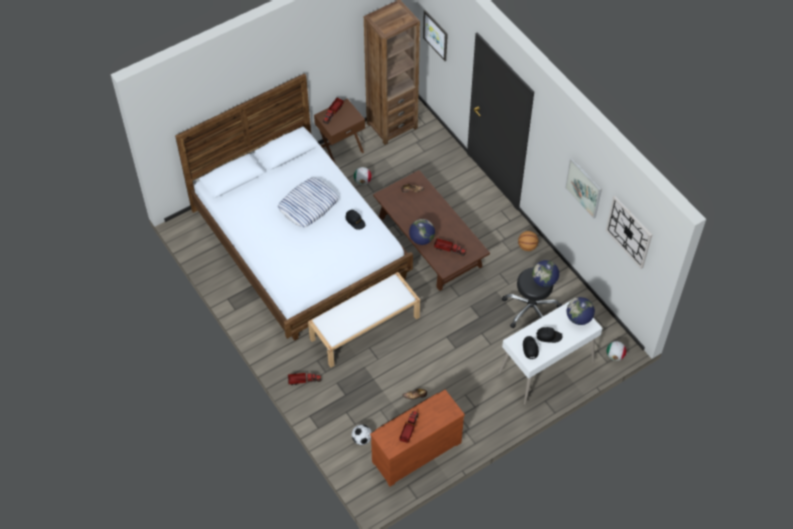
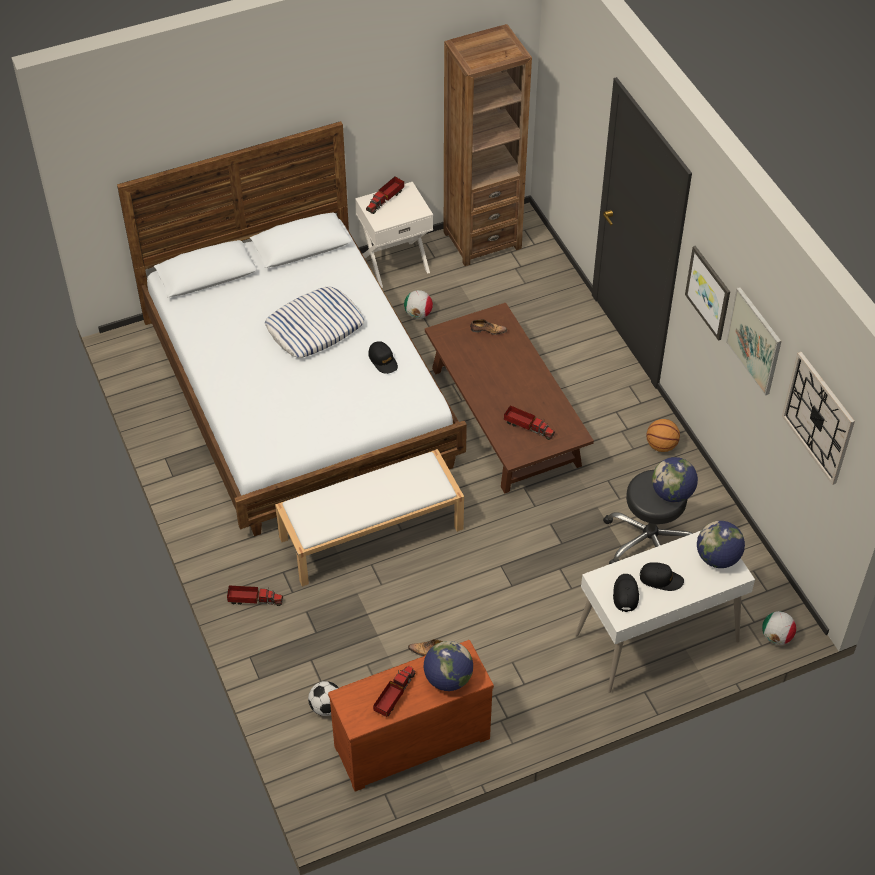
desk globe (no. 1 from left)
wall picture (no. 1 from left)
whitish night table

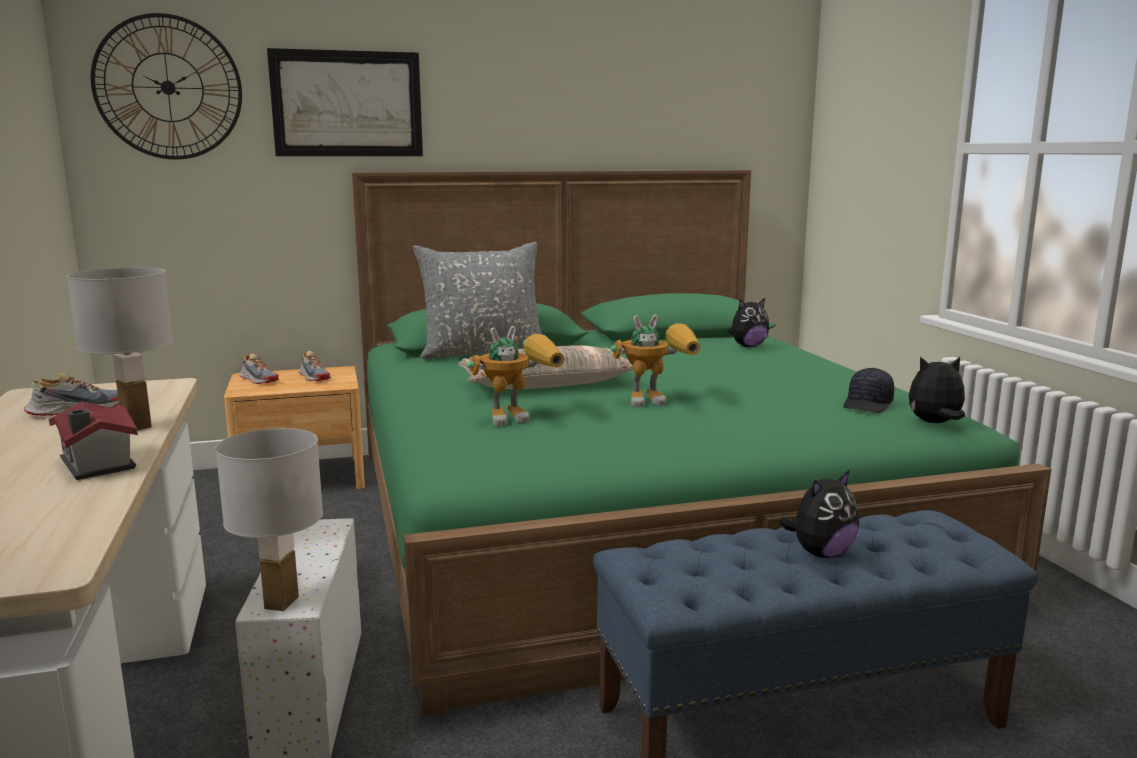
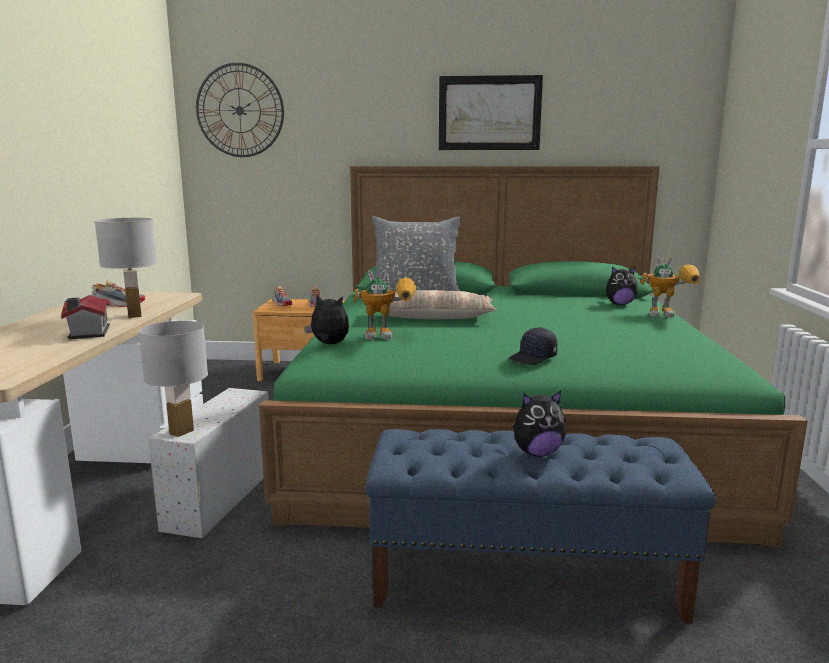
wall picture
toy robot (no. 2 from left)
blackish baseball cap
soft toy (no. 1 from left)

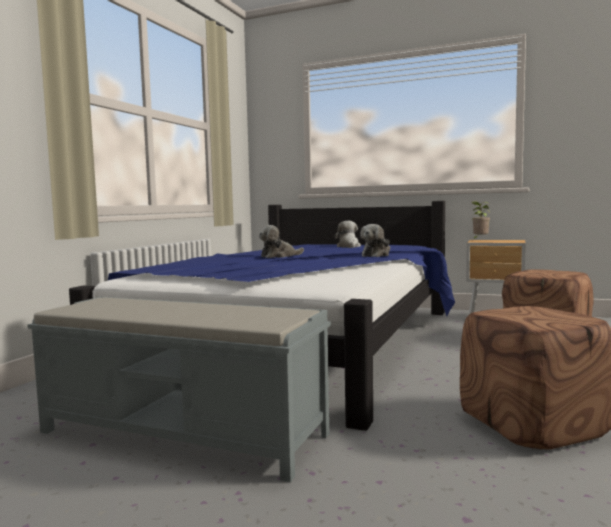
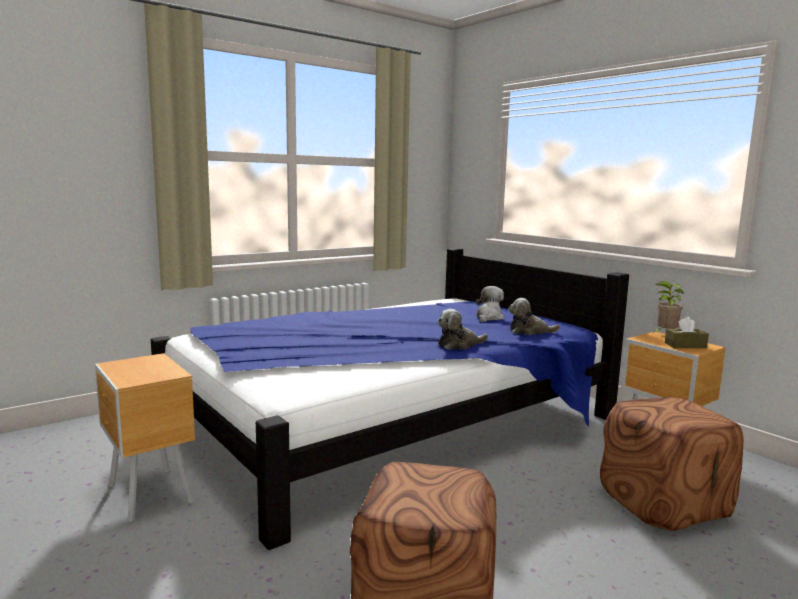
brown box of tissues
soft toy (no. 3 from left)
brown night table (no. 1 from left)

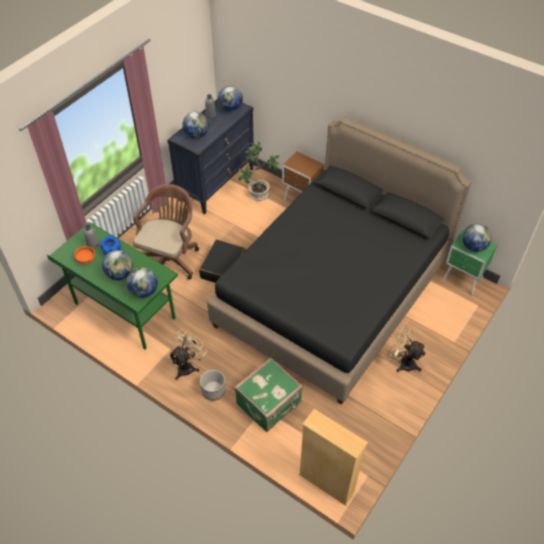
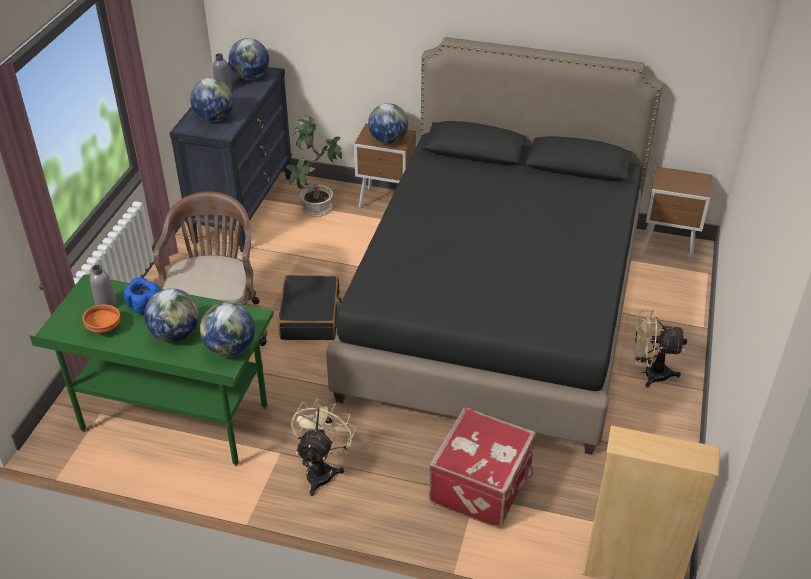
plant pot
desk globe (no. 5 from left)
red-coloured suitcase
brown night table (no. 2 from left)

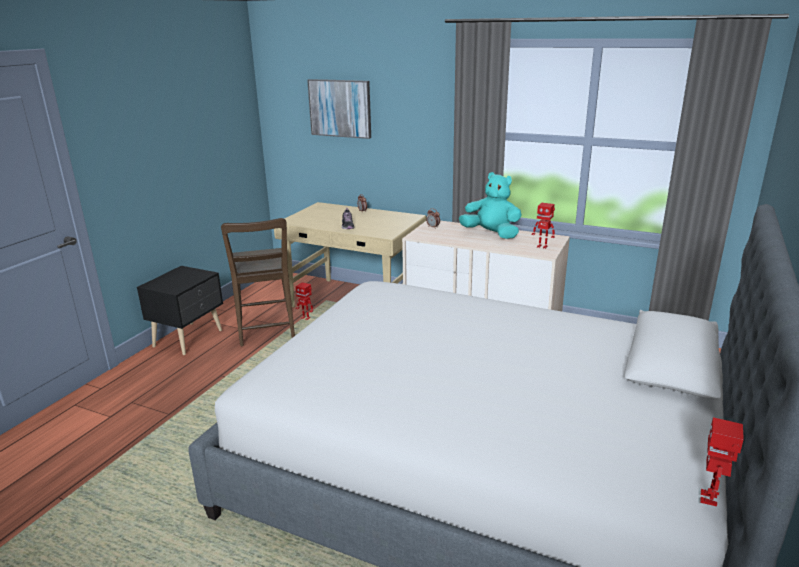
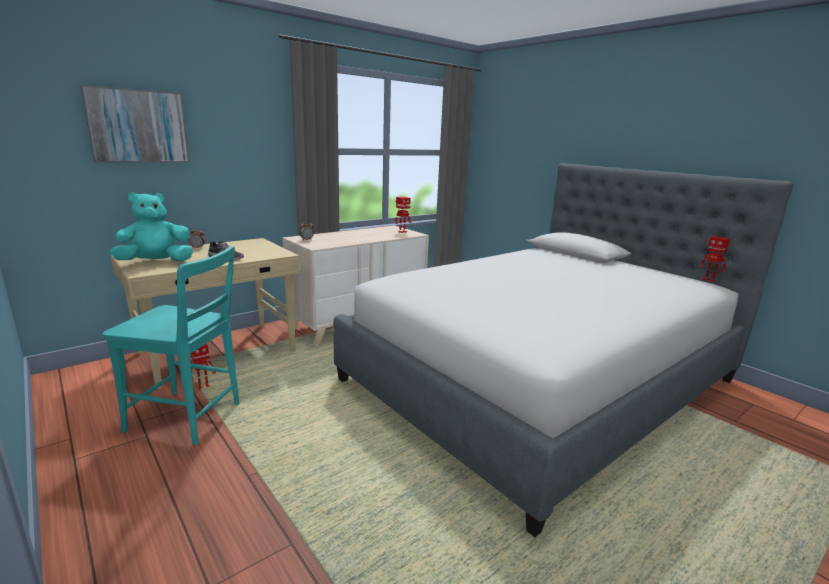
blackish night table
turquoise-coloured soft toy
turquoise-coloured chair

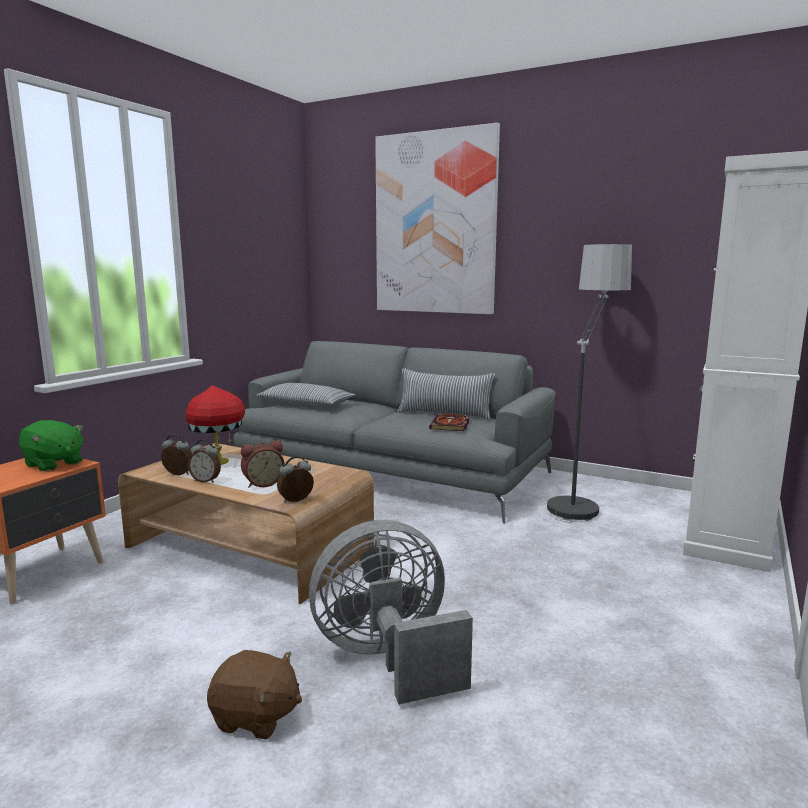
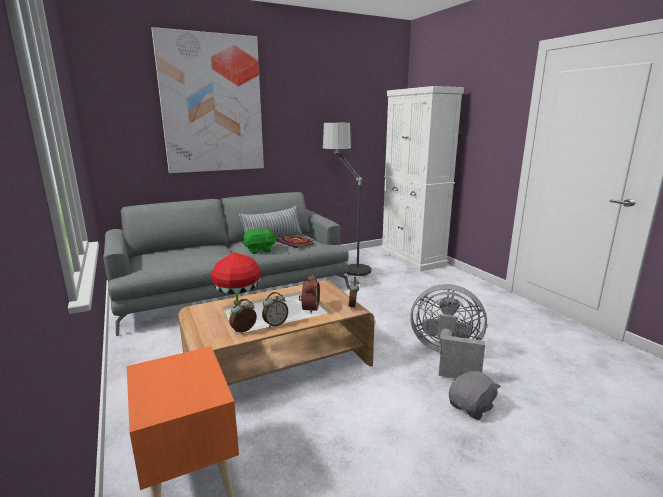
pillow (no. 1 from left in the first image)
greenish soft toy
gray soft toy
gray cooling fan

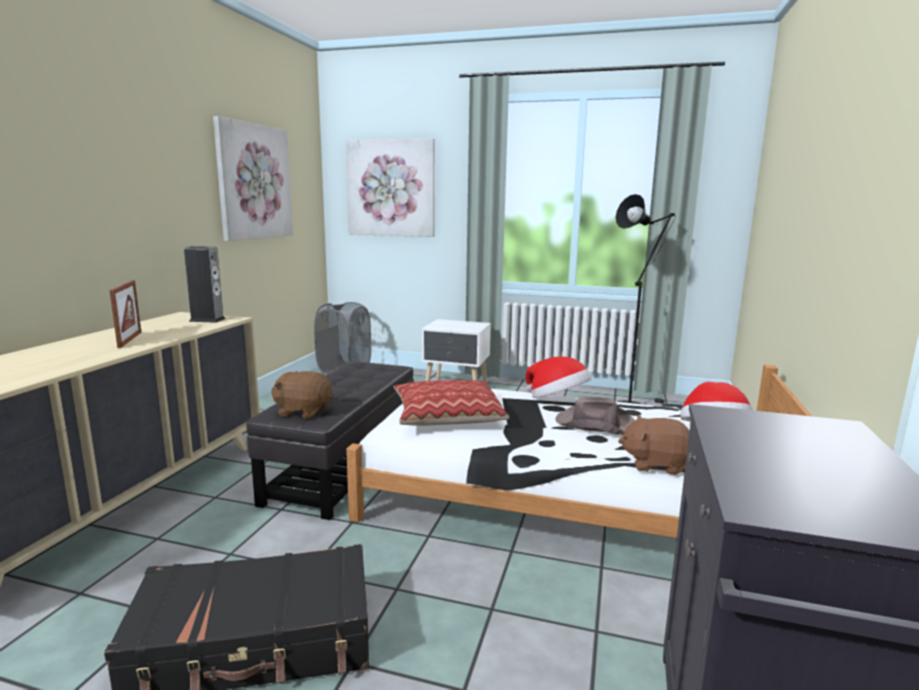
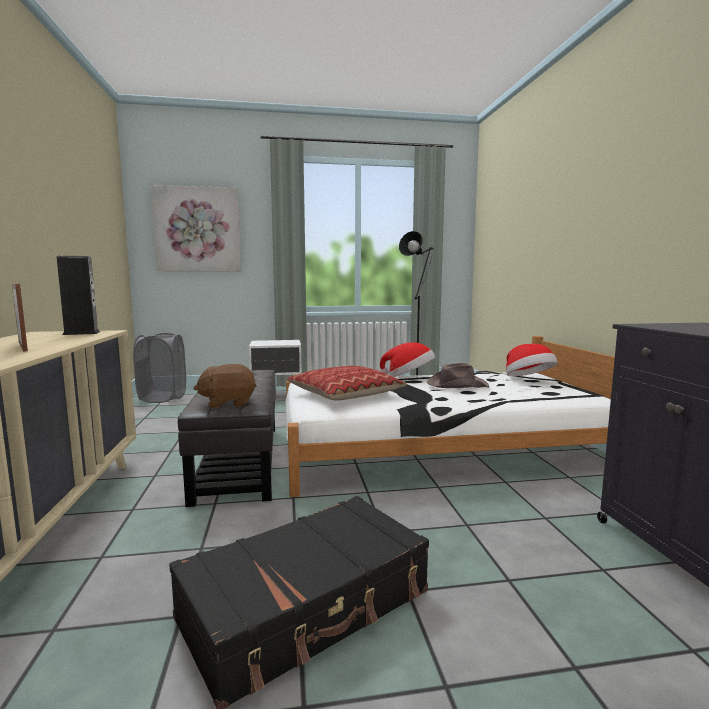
wall picture (no. 1 from left in the first image)
brown soft toy (no. 2 from left in the first image)

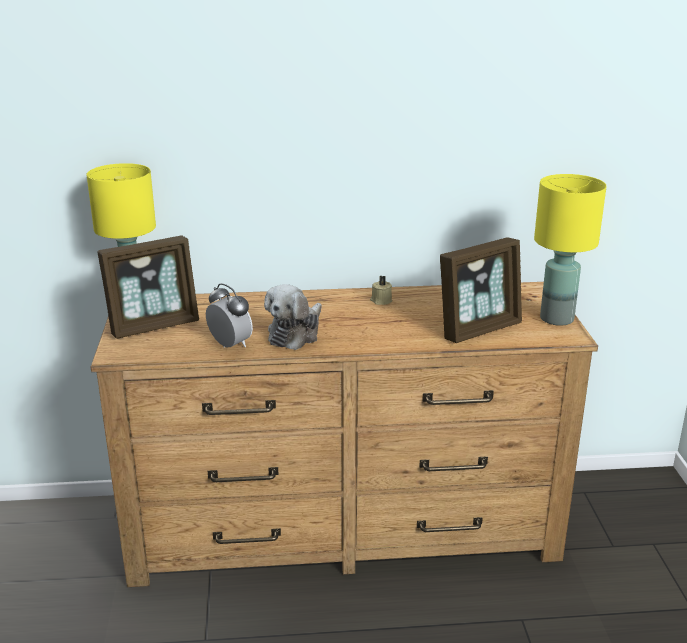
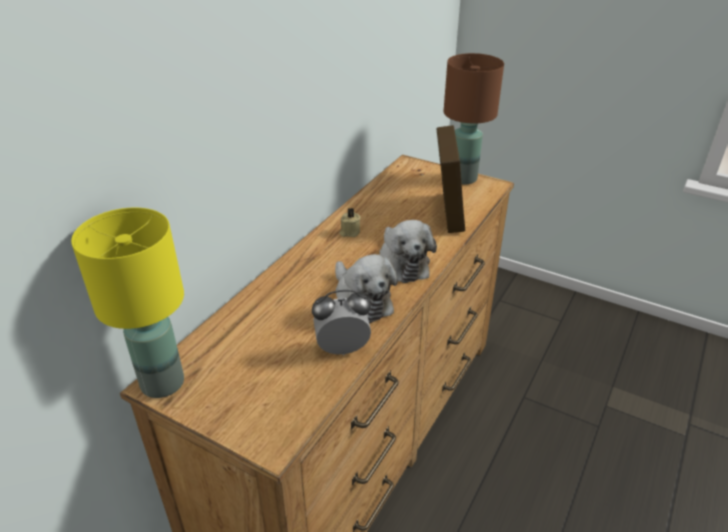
standing frame (no. 1 from left in the first image)
soft toy (no. 2 from left)
brown lamp for a table

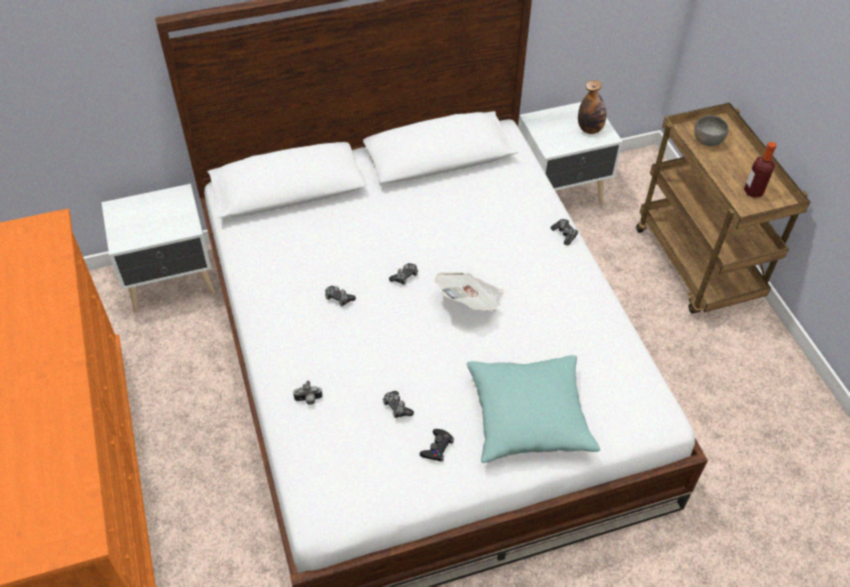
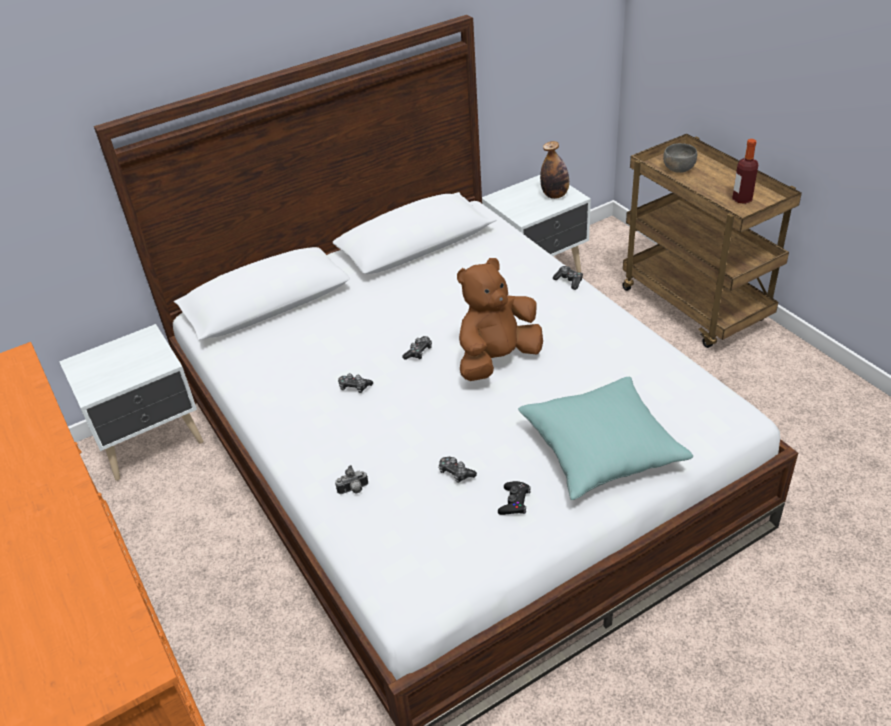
brown soft toy

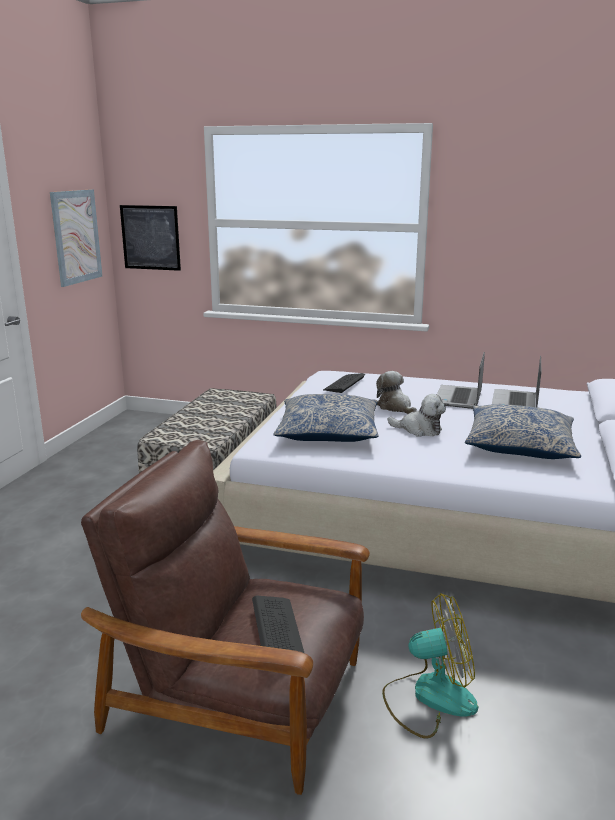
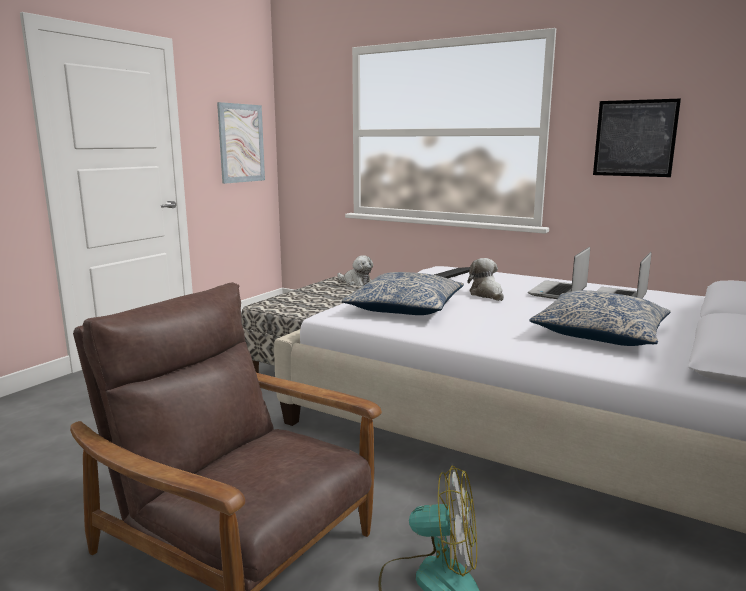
computer keyboard (no. 1 from left in the first image)
wall picture (no. 2 from left)
soft toy (no. 1 from left)

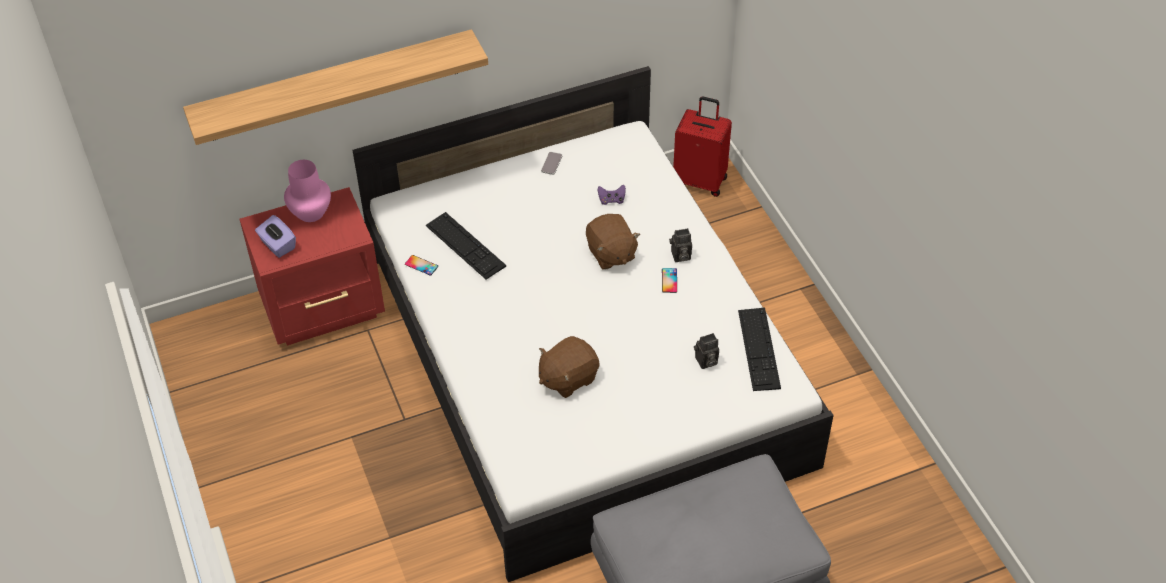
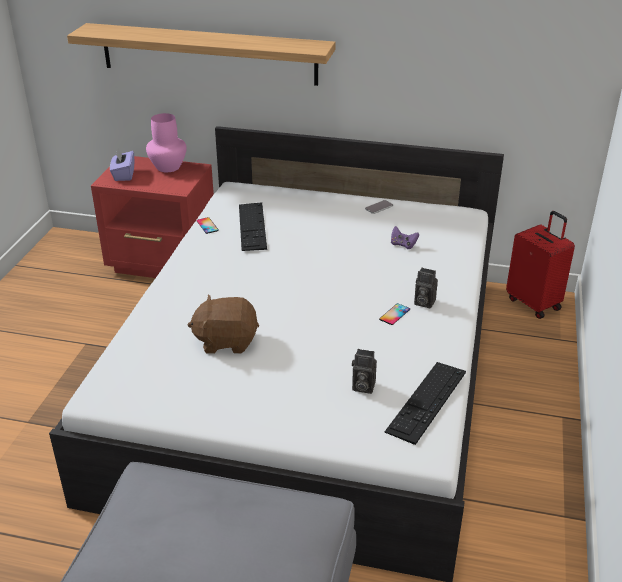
brown soft toy (no. 2 from left in the first image)

